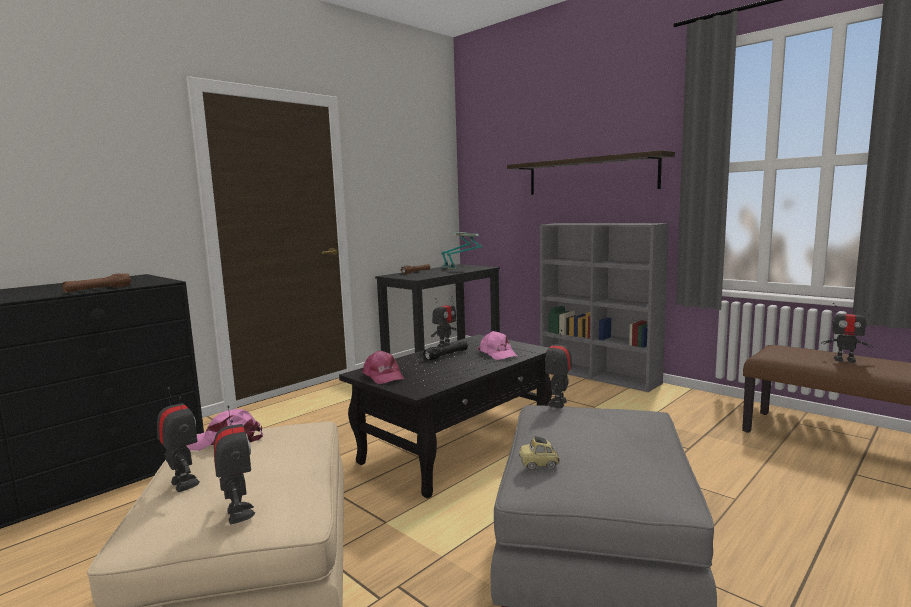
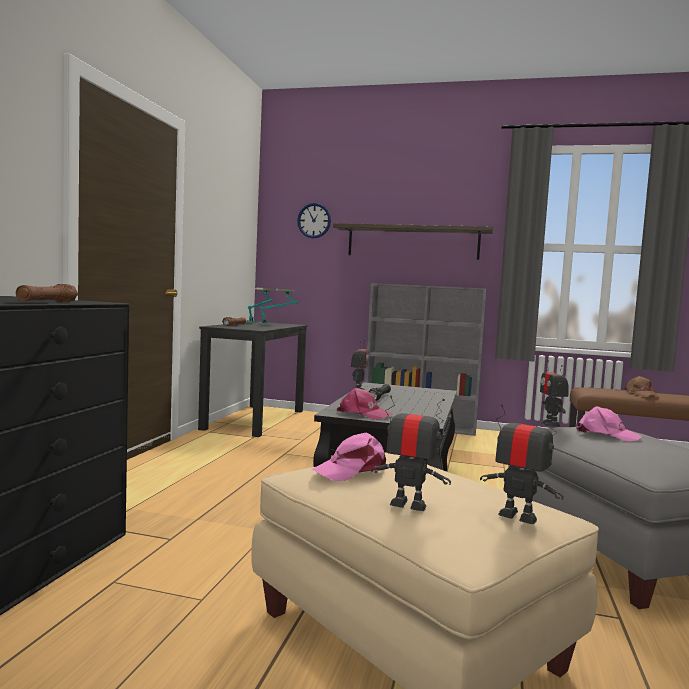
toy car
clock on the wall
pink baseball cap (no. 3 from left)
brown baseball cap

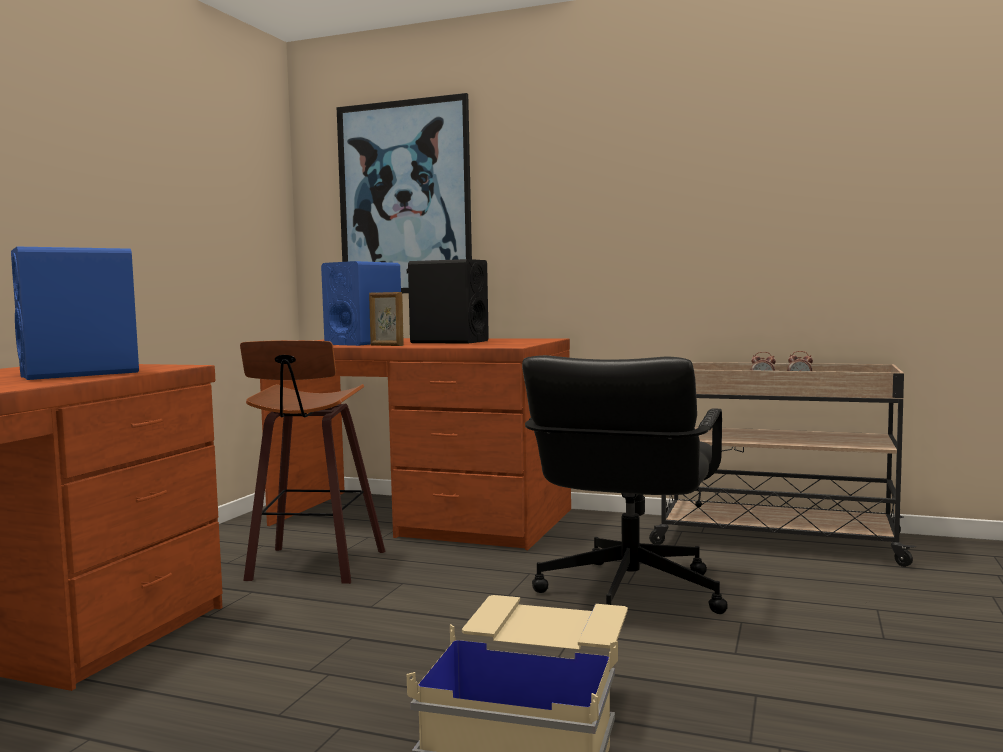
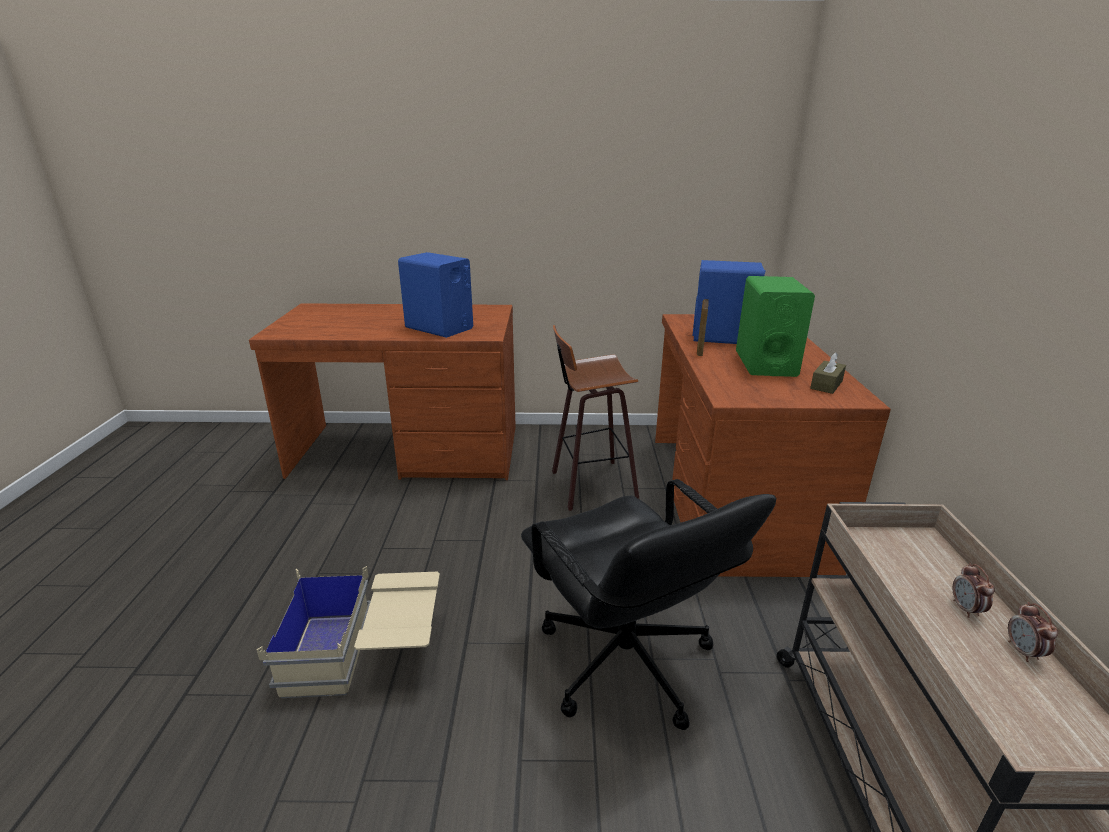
wall picture
brown box of tissues
greenish speaker
blackish desk chair

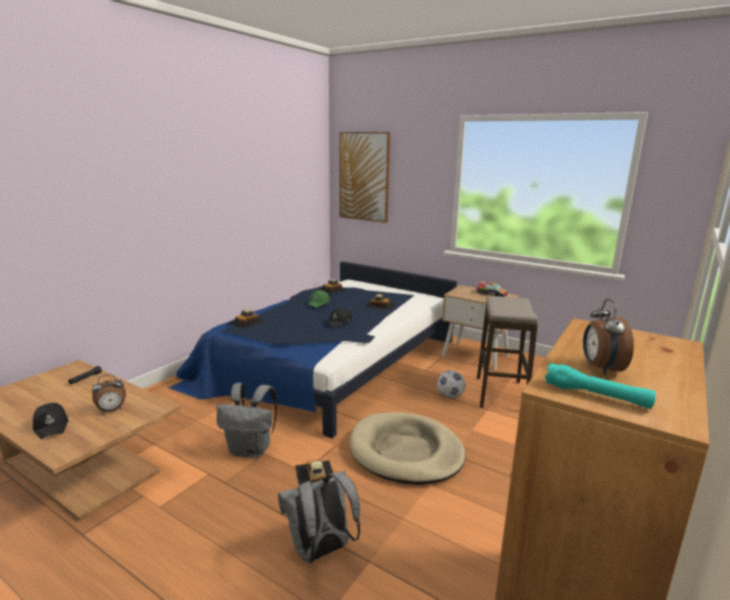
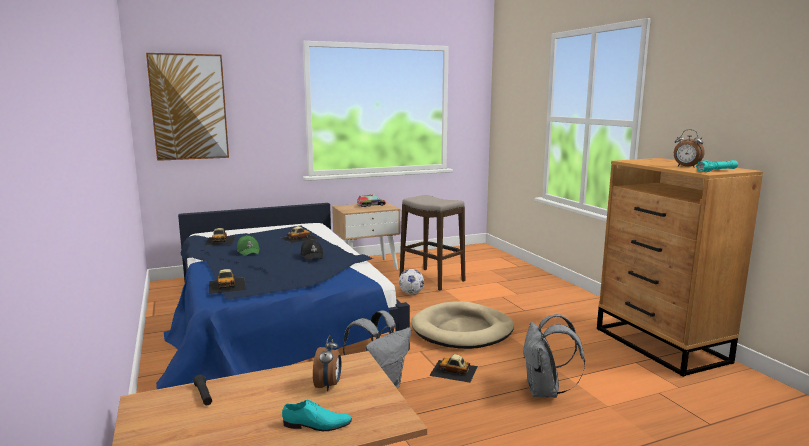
turquoise-coloured item of footwear

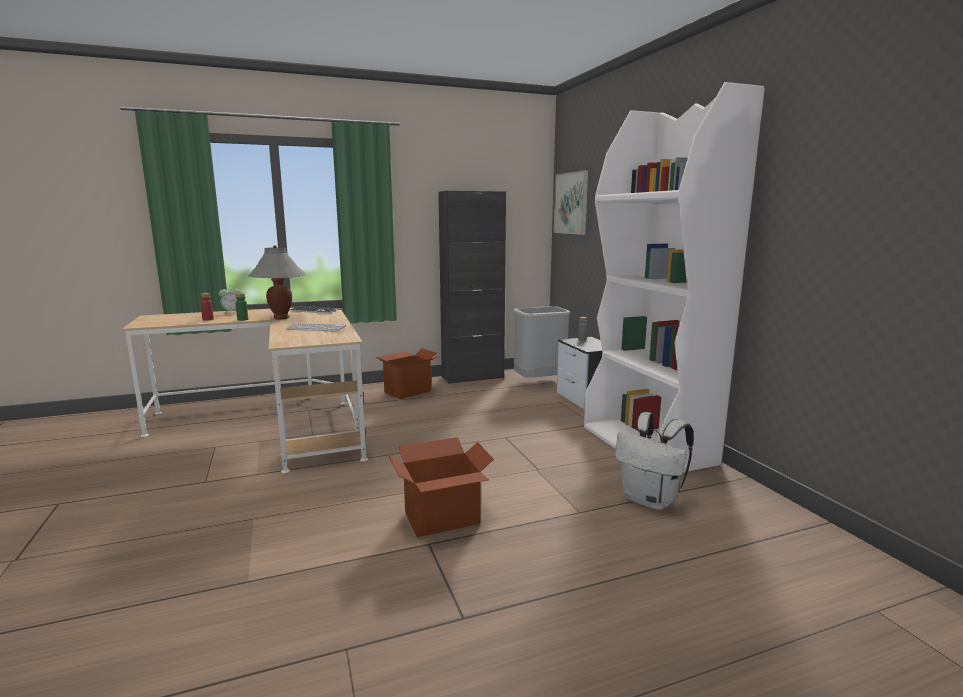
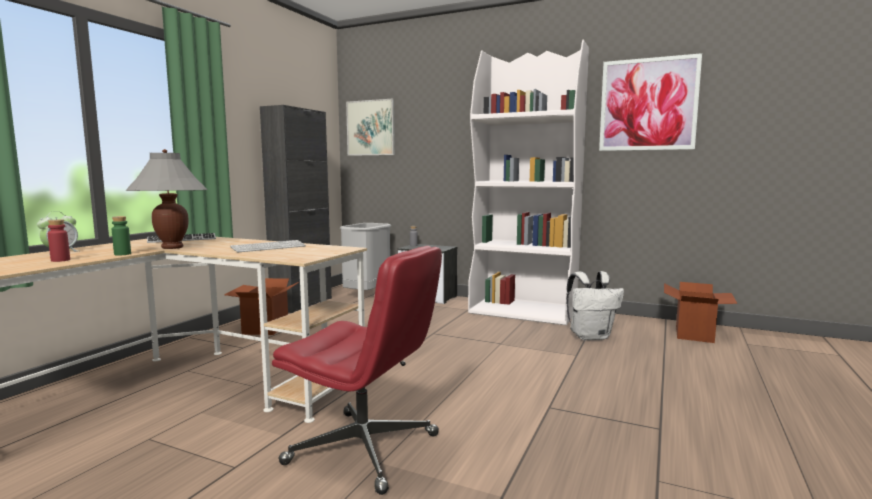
red-coloured desk chair
wall picture (no. 2 from left)
cardboard box (no. 2 from left)

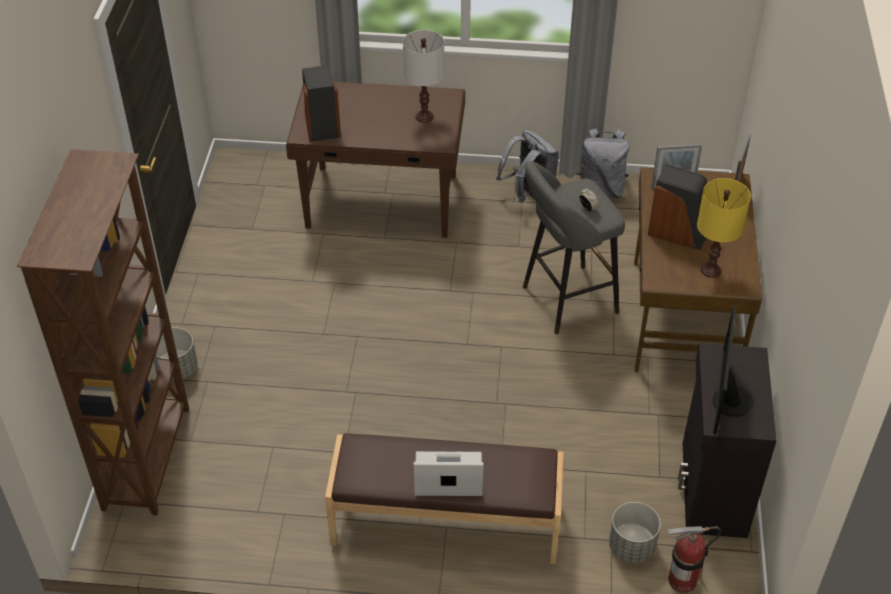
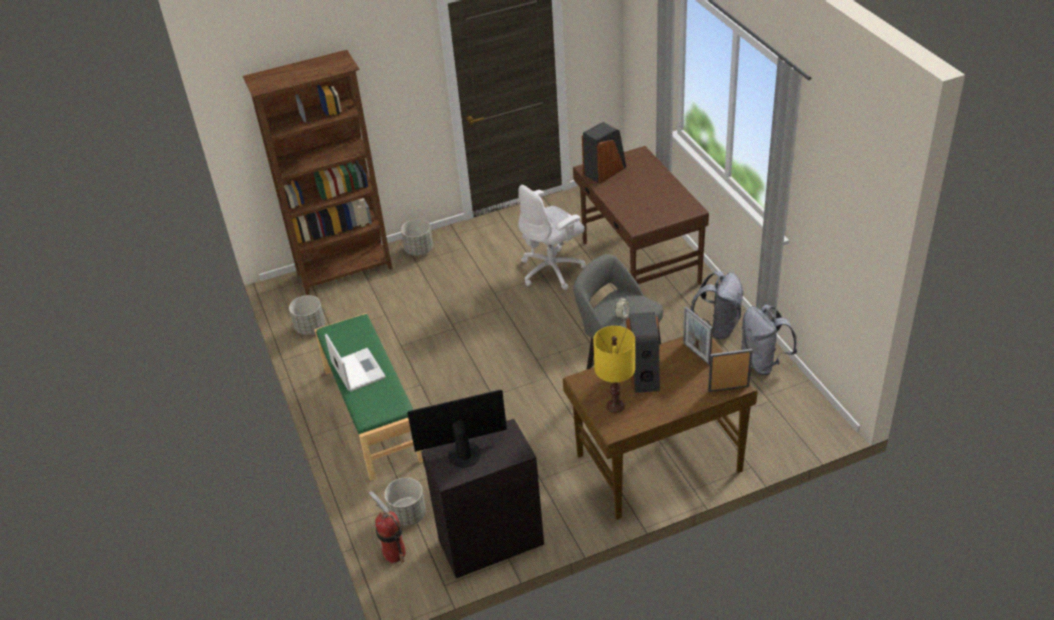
whitish lamp for a table
gray plant pot (no. 1 from left)
whitish desk chair
greenish bench

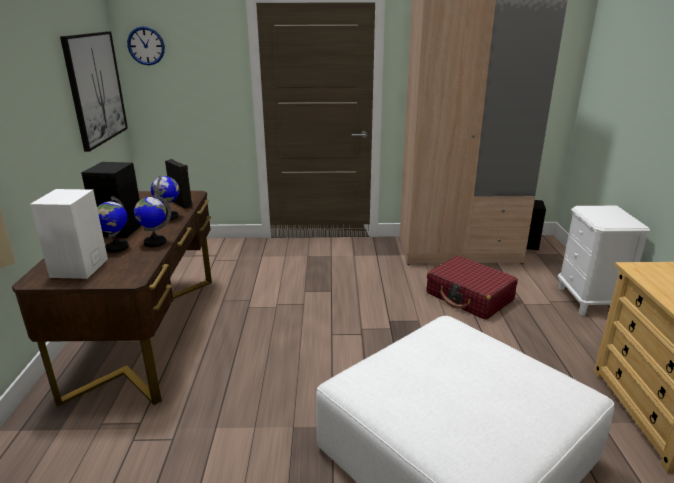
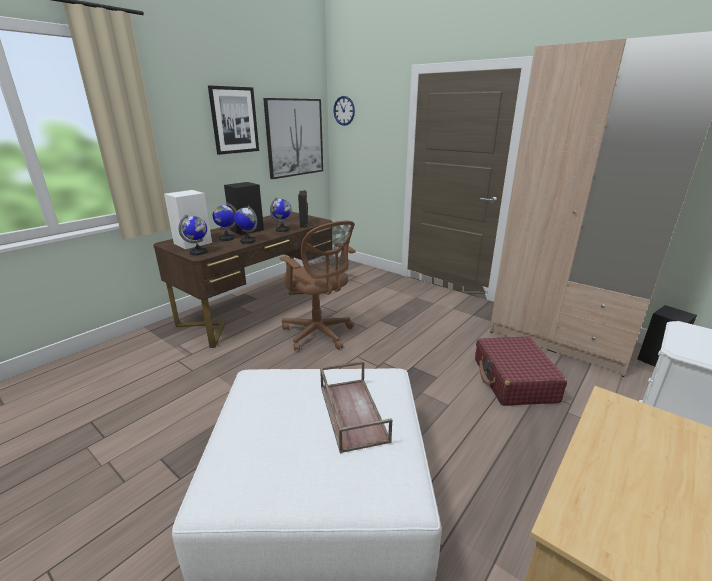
desk globe (no. 1 from left)
wall picture (no. 1 from left)
brown desk chair
brown carrying tray

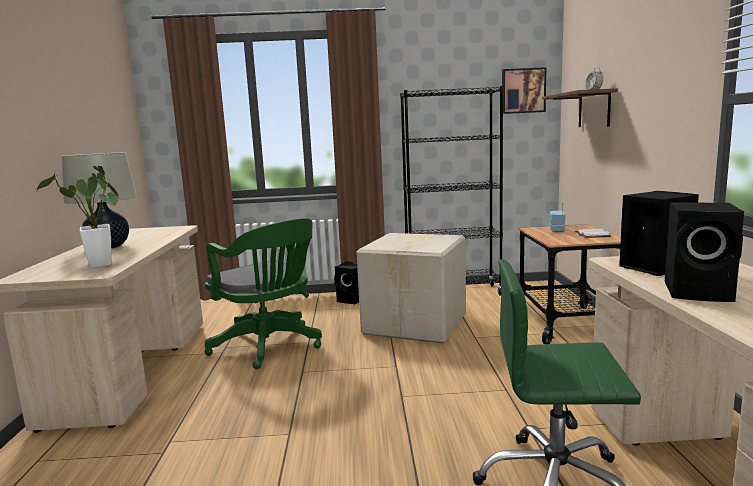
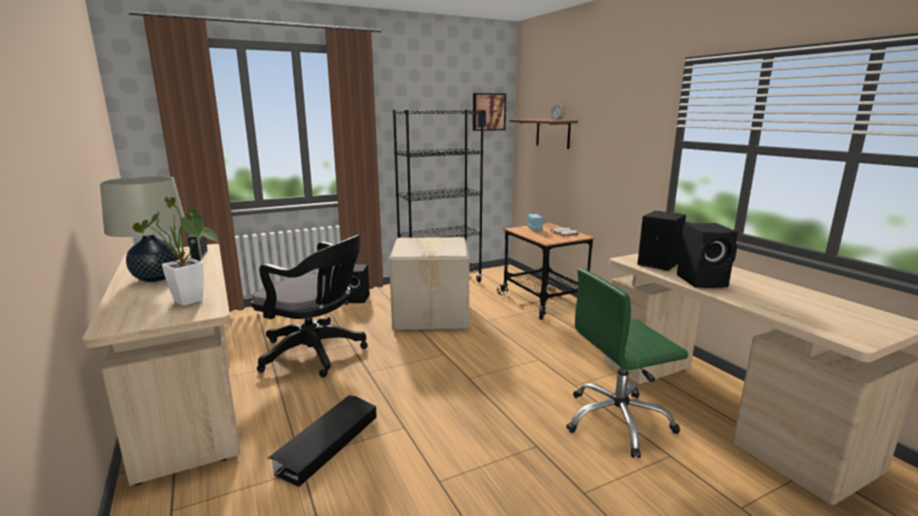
radio (no. 1 from left)
blackish storage bin
blackish desk chair

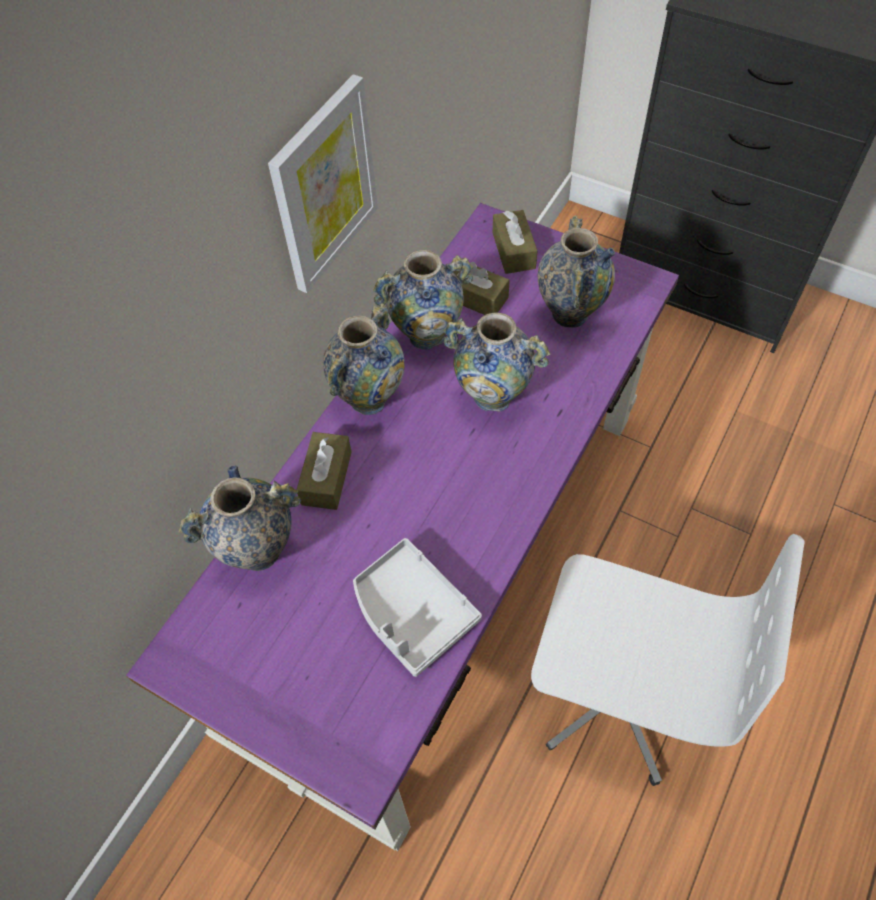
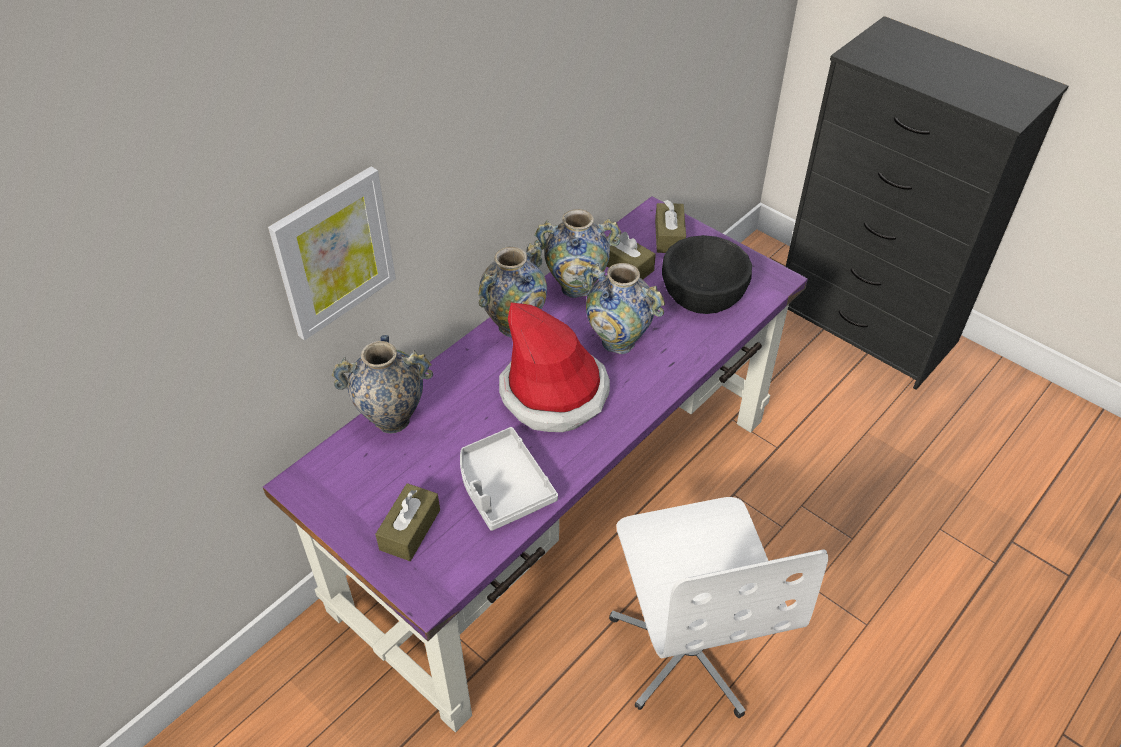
hat
wall picture
brown box of tissues (no. 1 from left)
blackish serving bowl
whitish desk chair

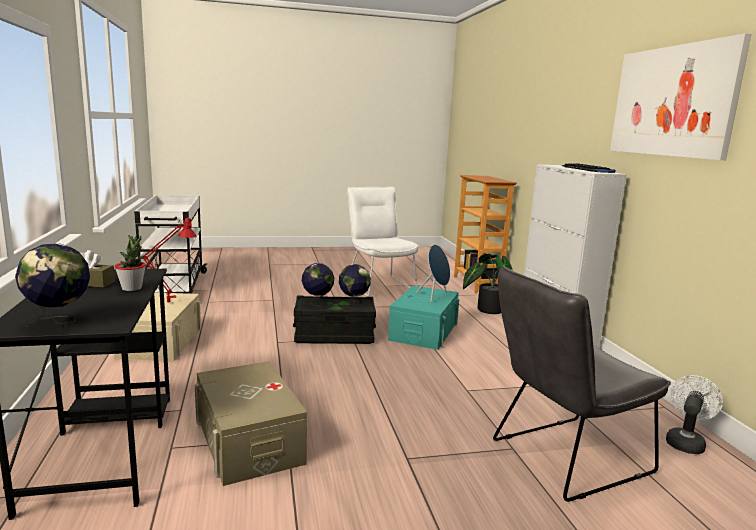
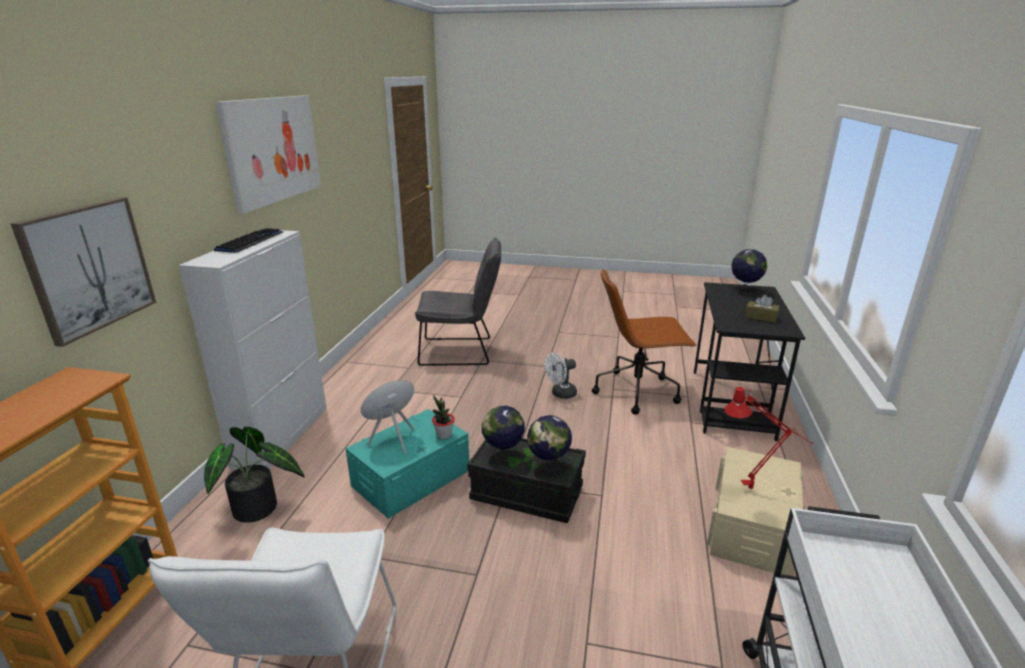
wall picture (no. 1 from left)
houseplant (no. 2 from left)
whitish cooling fan
brown desk chair

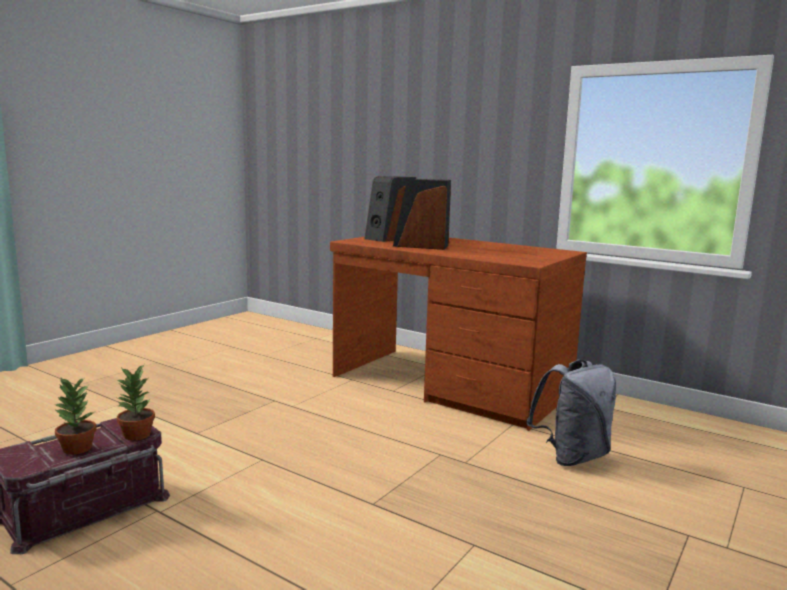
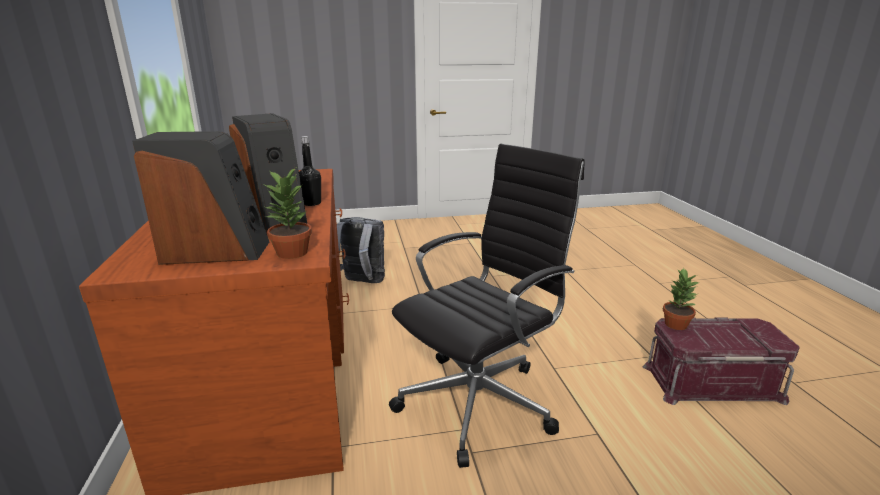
blackish drink bottle
blackish desk chair
houseplant (no. 1 from left)

